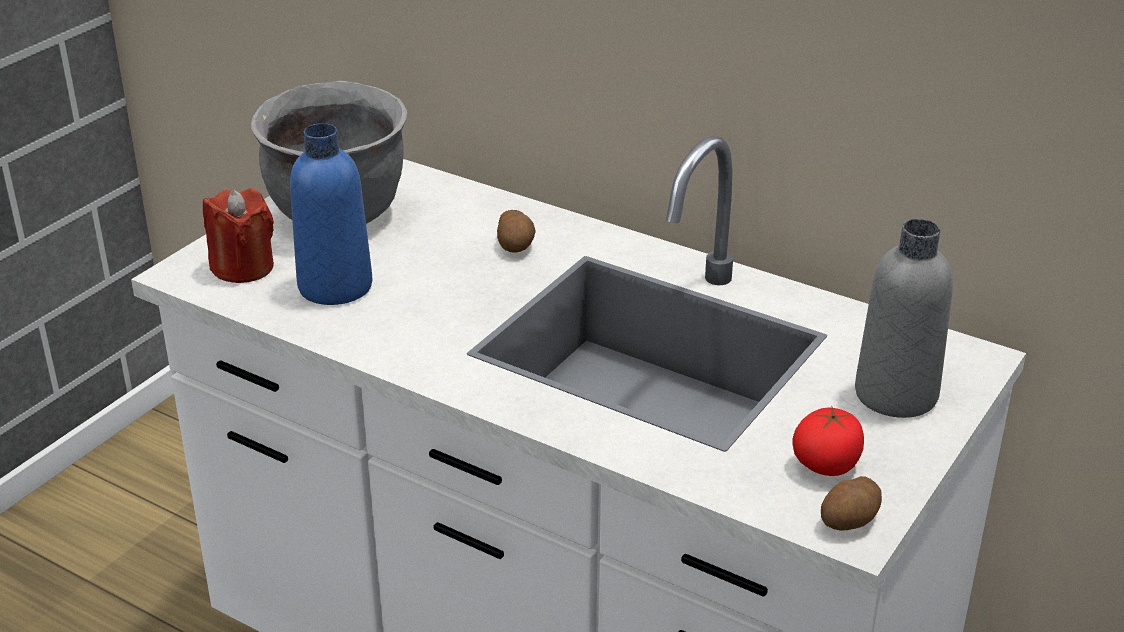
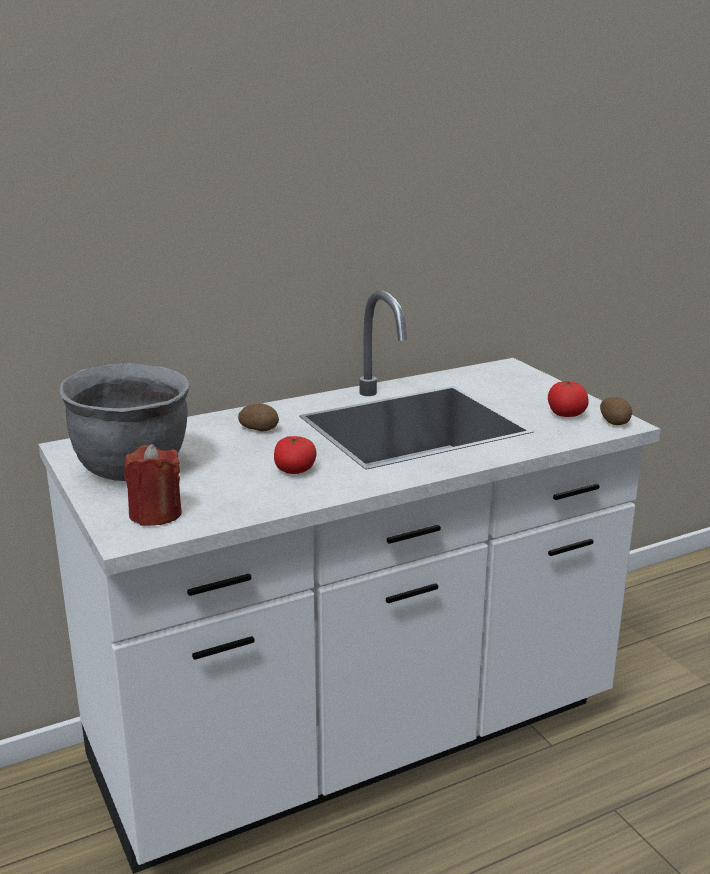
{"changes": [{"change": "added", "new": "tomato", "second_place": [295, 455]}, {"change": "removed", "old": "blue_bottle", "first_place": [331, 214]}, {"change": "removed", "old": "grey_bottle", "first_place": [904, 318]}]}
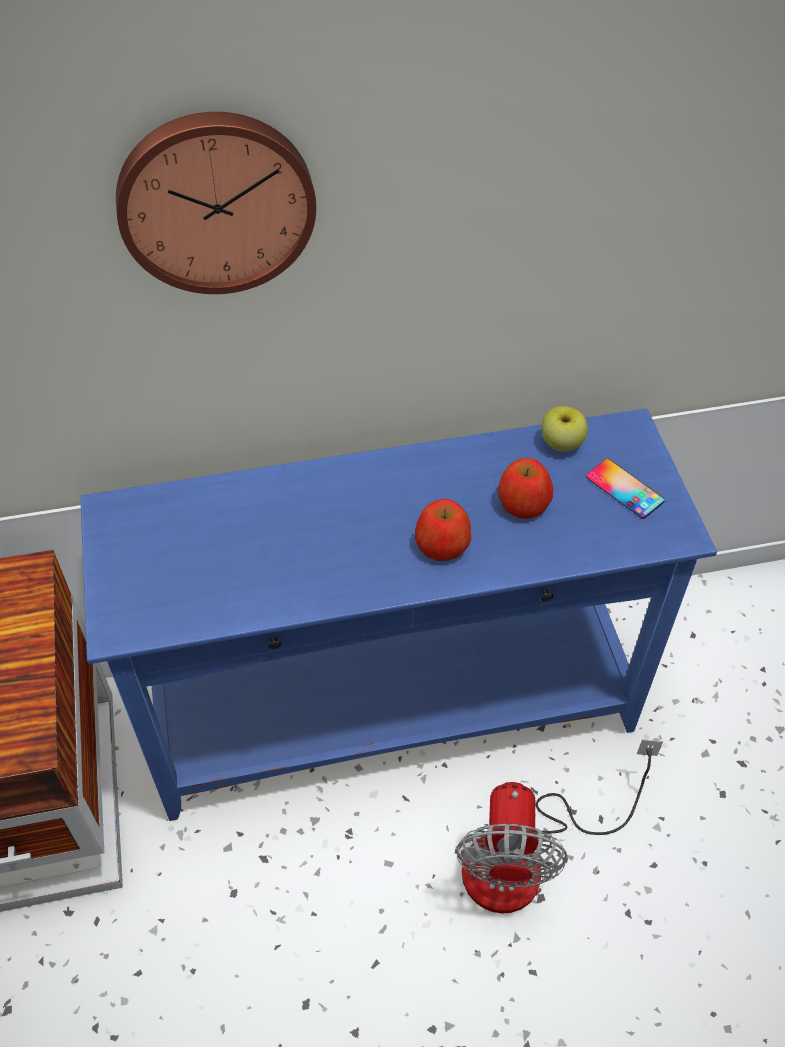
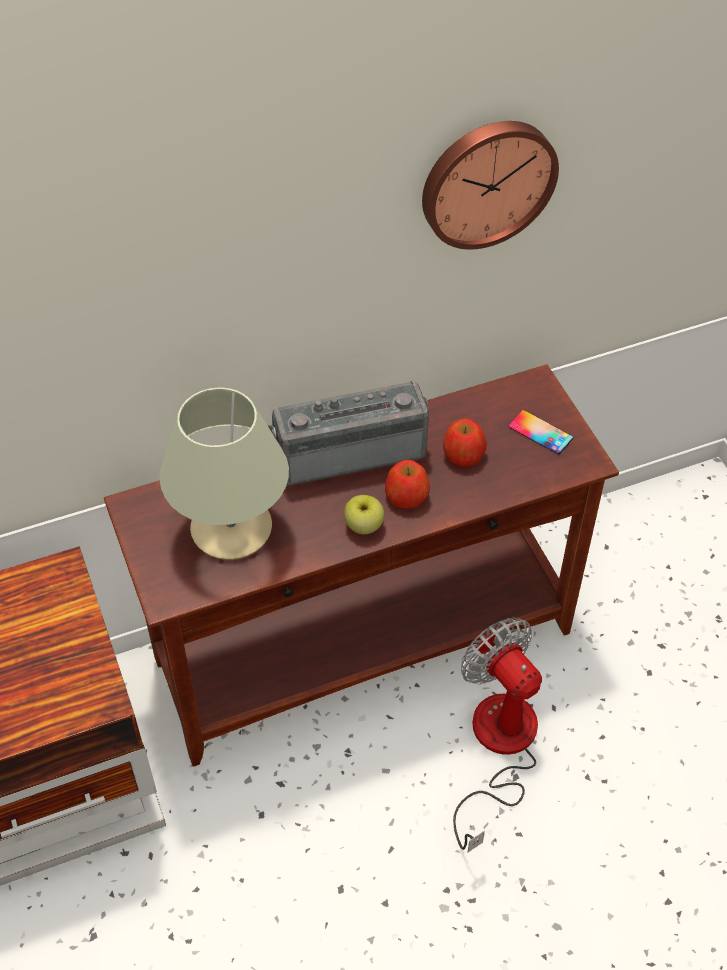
{"changes": [{"change": "recoloured", "old": "blue_console_table", "new": "brown_console_table", "first_place": [398, 614], "second_place": [361, 565]}, {"change": "added", "new": "beige_table_lamp", "second_place": [224, 474]}, {"change": "added", "new": "radio", "second_place": [348, 433]}, {"change": "moved", "old": "apple", "first_place": [565, 429], "second_place": [364, 514]}, {"change": "moved", "old": "wall_clock", "first_place": [216, 203], "second_place": [490, 185]}, {"change": "turned", "old": "fan", "first_place": [559, 826], "second_place": [497, 735], "degrees": 150}]}
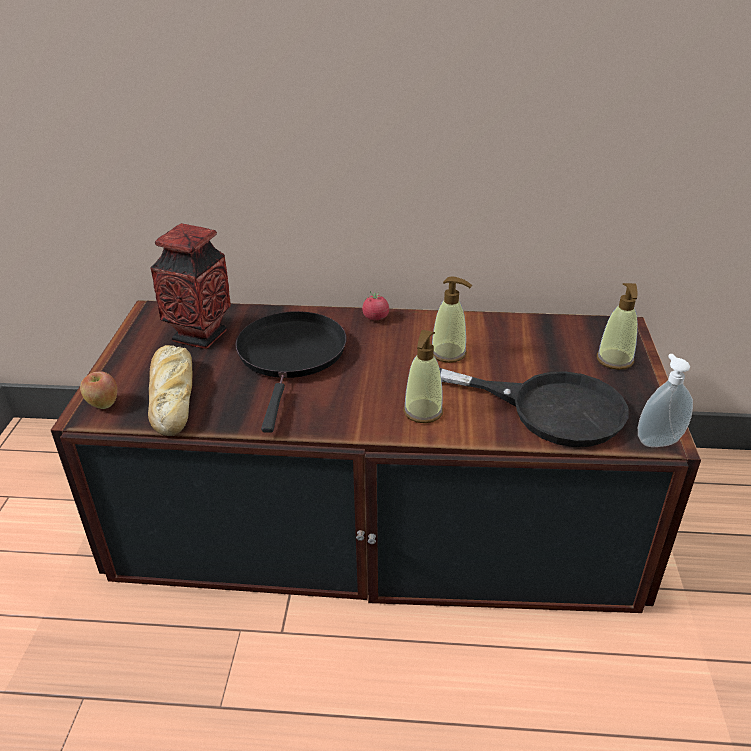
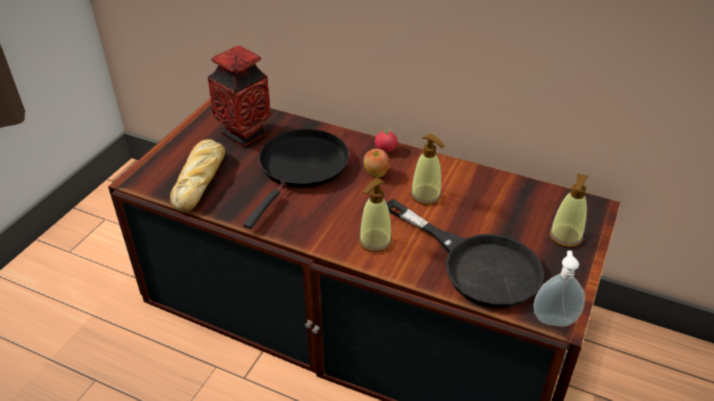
{"changes": [{"change": "moved", "old": "apple", "first_place": [98, 390], "second_place": [376, 163]}]}
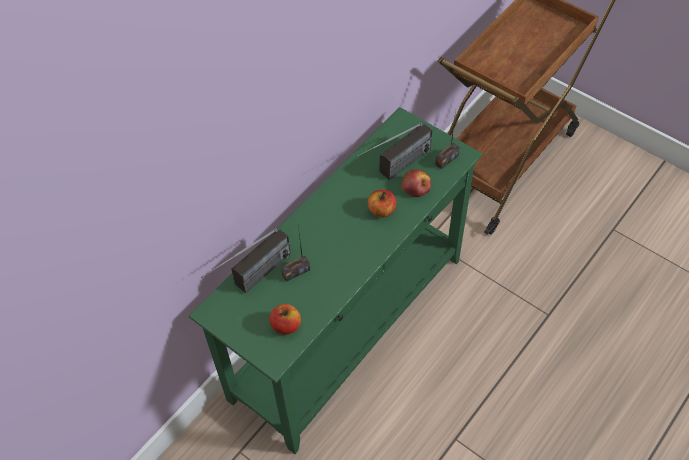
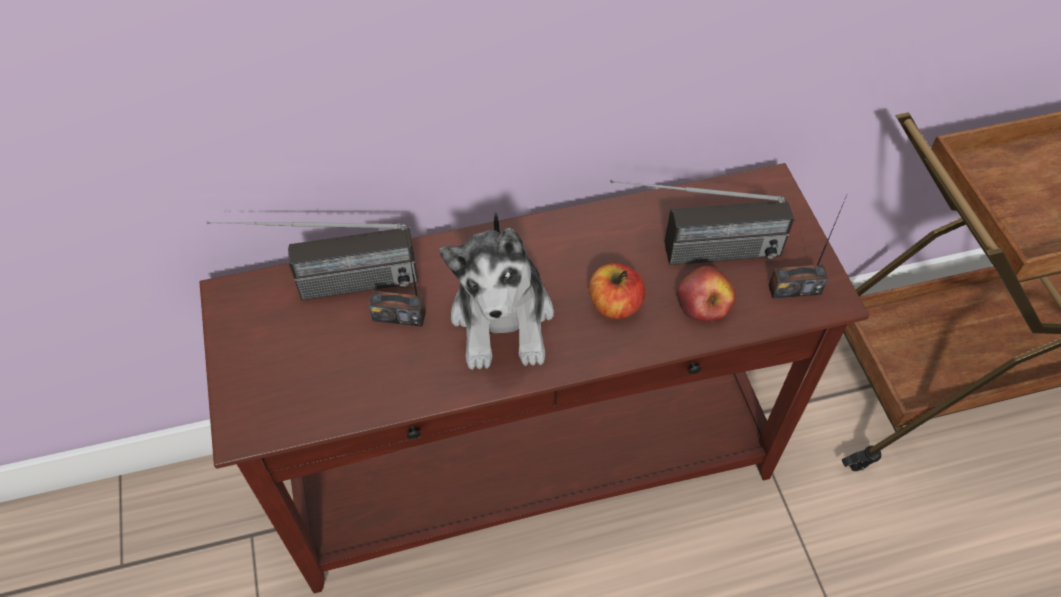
{"changes": [{"change": "recoloured", "old": "green_console_table", "new": "brown_console_table", "first_place": [335, 280], "second_place": [534, 378]}, {"change": "added", "new": "plush_toy", "second_place": [497, 291]}, {"change": "removed", "old": "apple", "first_place": [285, 319]}]}
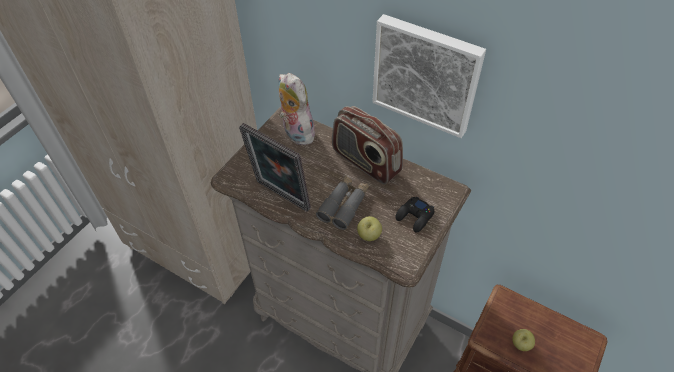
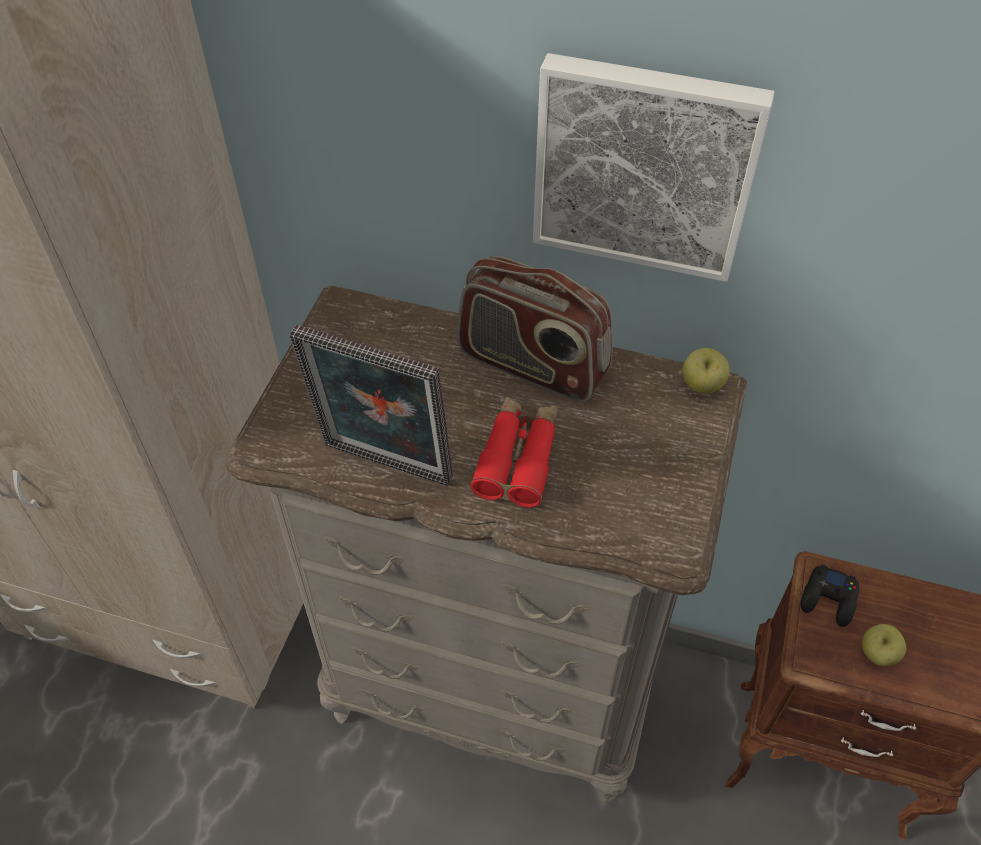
{"changes": [{"change": "recoloured", "old": "grey_binoculars", "new": "red_binoculars", "first_place": [342, 202], "second_place": [514, 452]}, {"change": "moved", "old": "apple", "first_place": [369, 228], "second_place": [706, 370]}, {"change": "moved", "old": "black_game_controller", "first_place": [414, 214], "second_place": [830, 595]}, {"change": "removed", "old": "plush_toy", "first_place": [297, 109]}]}
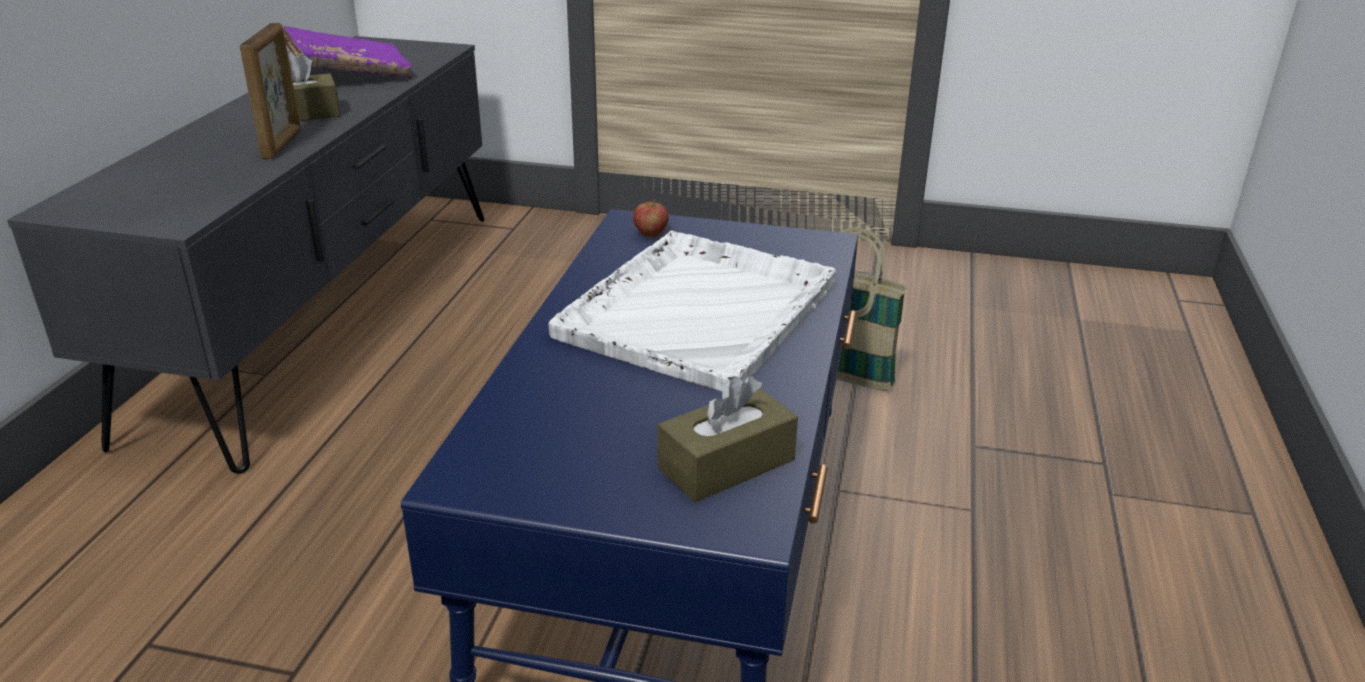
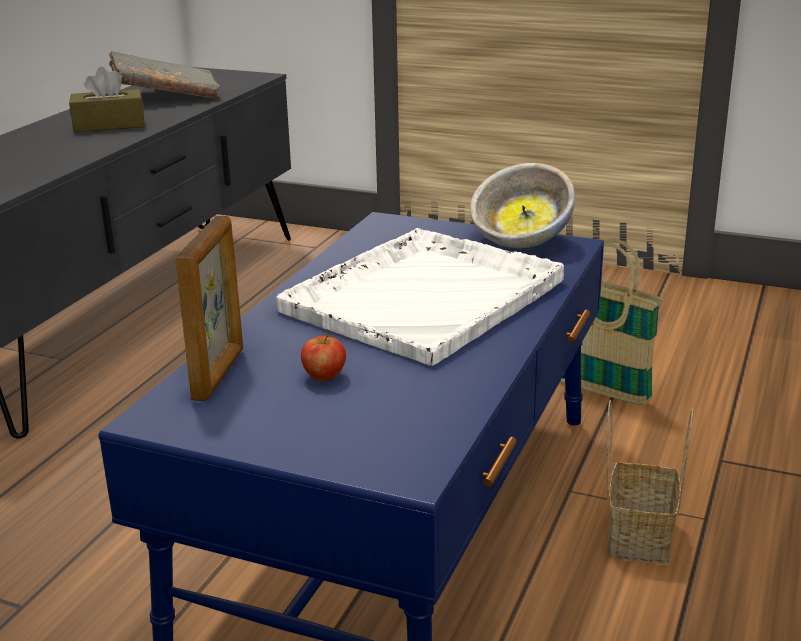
{"changes": [{"change": "recoloured", "old": "purple_book", "new": "grey_book", "first_place": [347, 52], "second_place": [164, 75]}, {"change": "moved", "old": "picture_frame", "first_place": [270, 91], "second_place": [209, 308]}, {"change": "moved", "old": "apple", "first_place": [651, 217], "second_place": [323, 356]}, {"change": "added", "new": "bowl", "second_place": [522, 205]}, {"change": "added", "new": "basket", "second_place": [650, 482]}, {"change": "removed", "old": "brown_tissue_box", "first_place": [728, 439]}]}
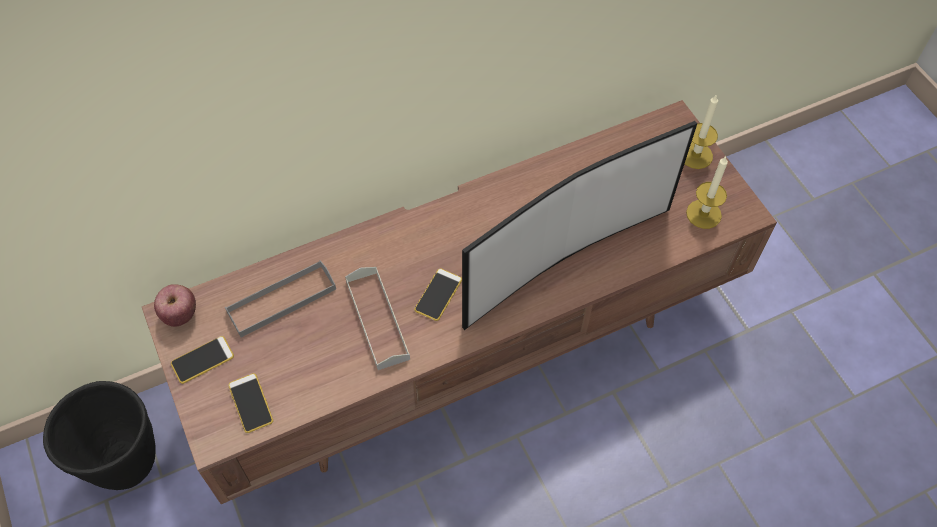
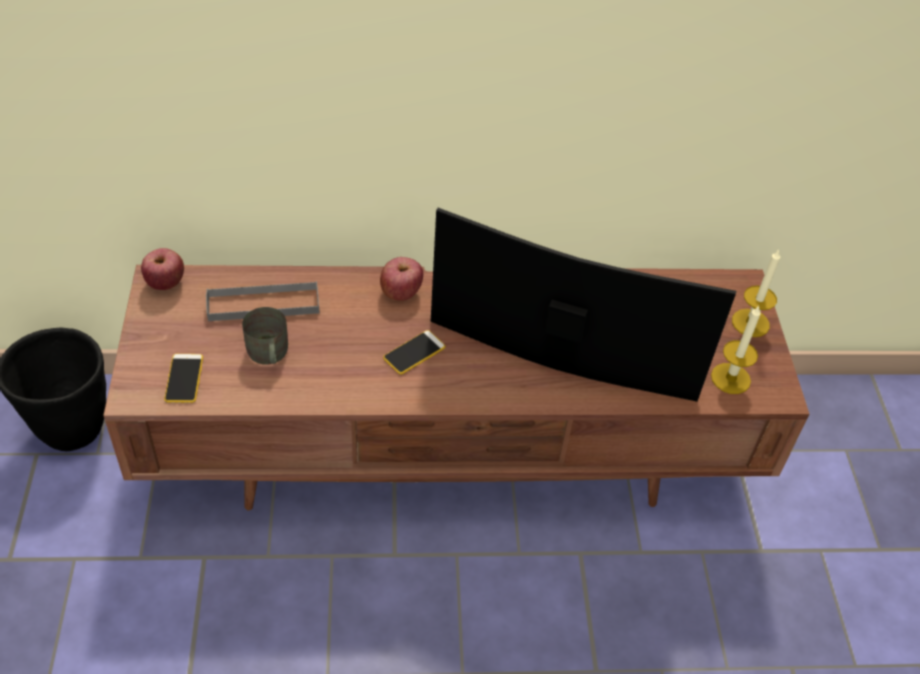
{"changes": [{"change": "added", "new": "grey_mug", "second_place": [265, 336]}, {"change": "added", "new": "apple", "second_place": [401, 279]}, {"change": "turned", "old": "television", "first_place": [579, 225], "second_place": [583, 305], "degrees": -150}, {"change": "removed", "old": "phone", "first_place": [202, 360]}, {"change": "removed", "old": "grey_tray", "first_place": [377, 318]}]}
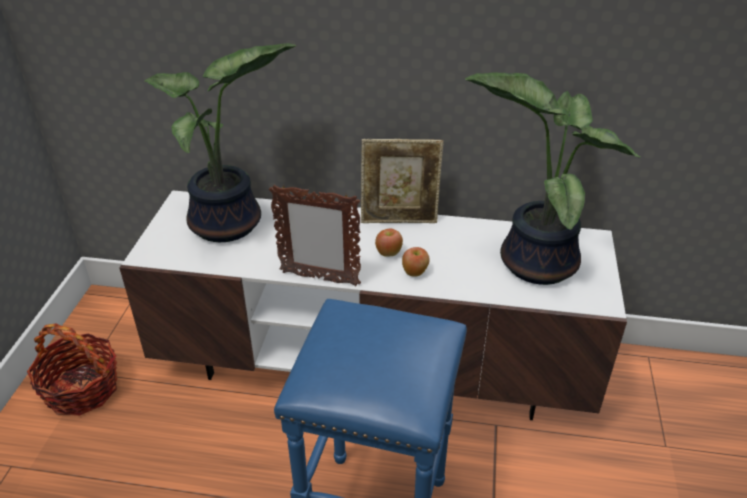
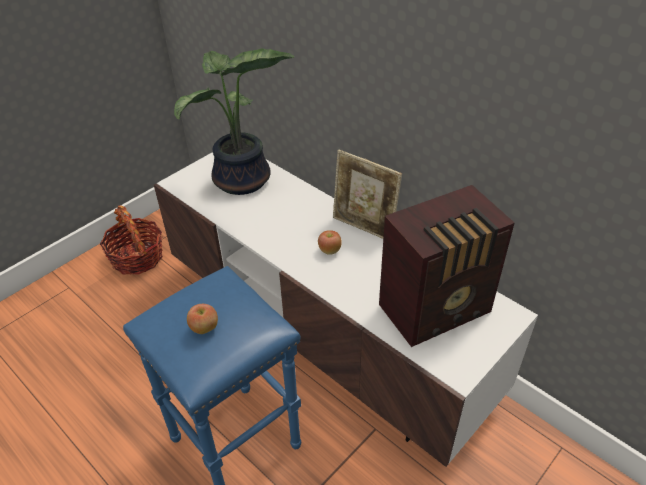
{"changes": [{"change": "moved", "old": "apple", "first_place": [416, 262], "second_place": [202, 319]}, {"change": "replaced", "old": "potted_plant", "new": "radio", "first_place": [553, 179], "second_place": [447, 266]}, {"change": "removed", "old": "picture_frame", "first_place": [315, 235]}]}
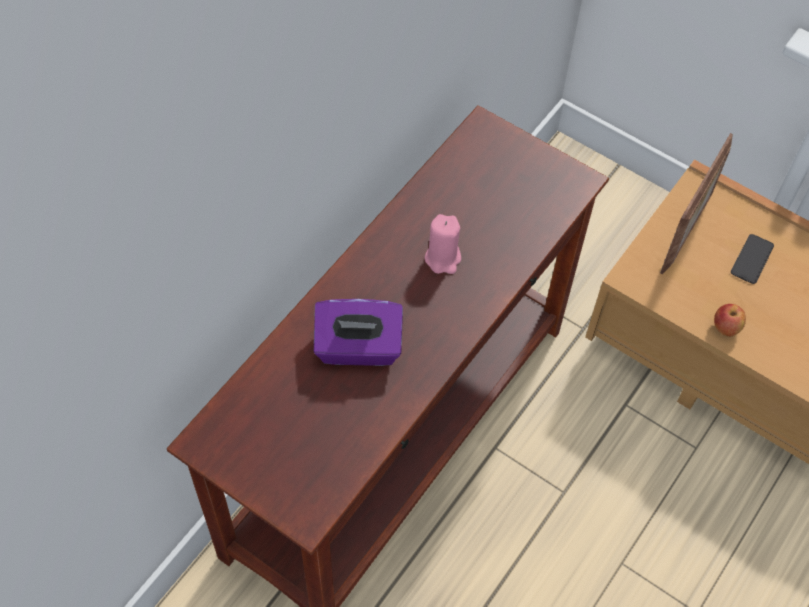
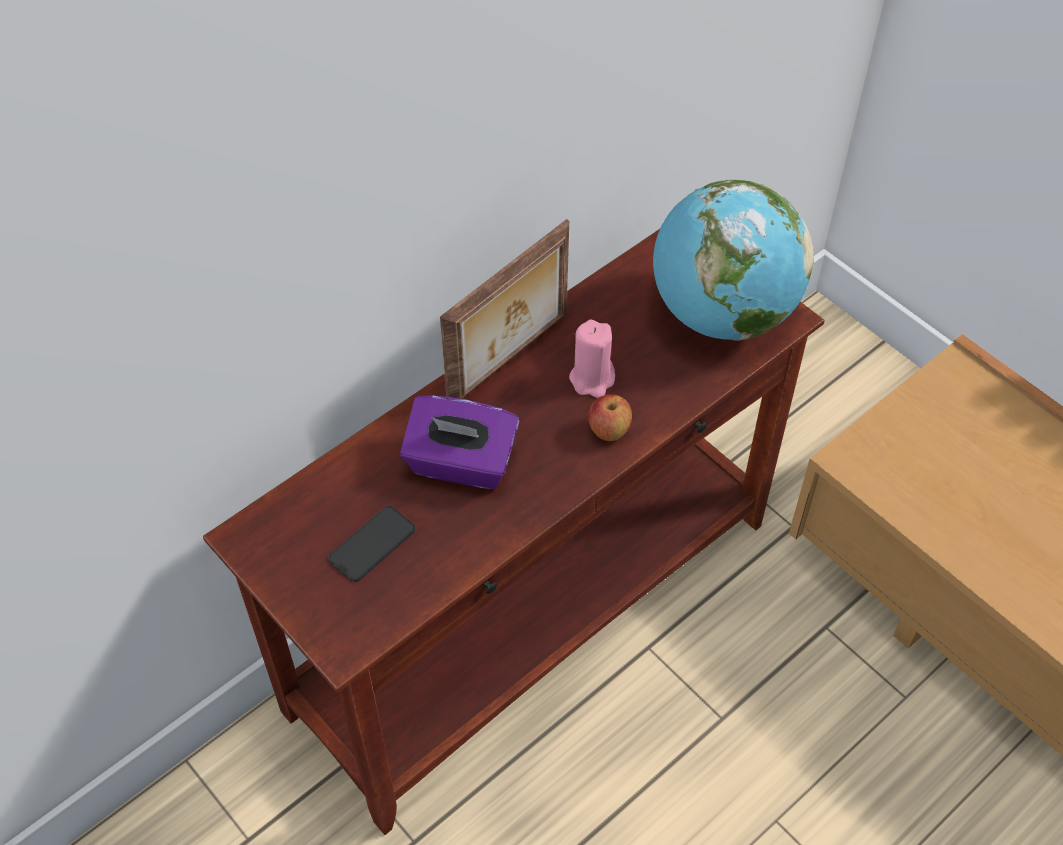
{"changes": [{"change": "moved", "old": "phone", "first_place": [752, 259], "second_place": [371, 544]}, {"change": "moved", "old": "picture_frame", "first_place": [696, 203], "second_place": [504, 309]}, {"change": "moved", "old": "apple", "first_place": [730, 320], "second_place": [610, 417]}, {"change": "added", "new": "globe", "second_place": [733, 260]}]}
